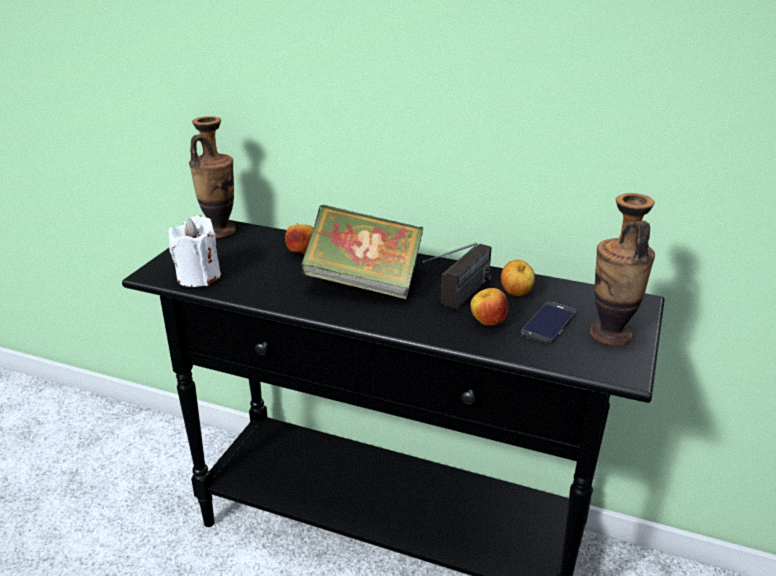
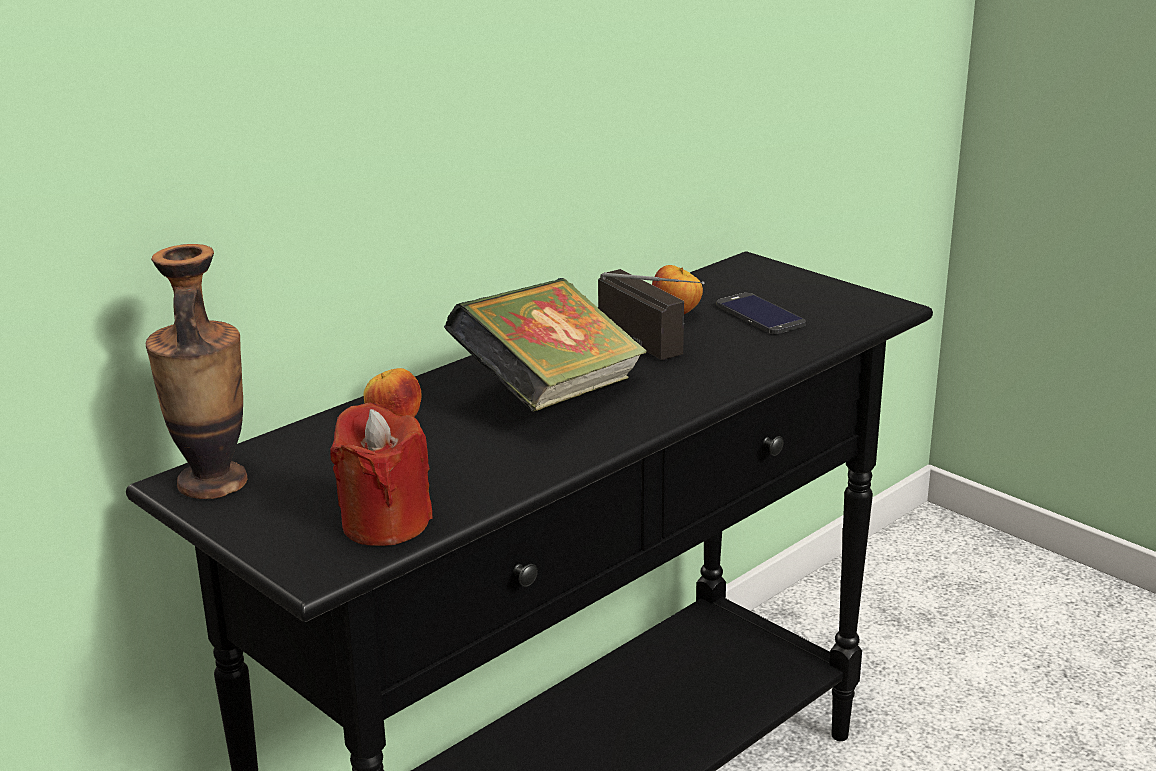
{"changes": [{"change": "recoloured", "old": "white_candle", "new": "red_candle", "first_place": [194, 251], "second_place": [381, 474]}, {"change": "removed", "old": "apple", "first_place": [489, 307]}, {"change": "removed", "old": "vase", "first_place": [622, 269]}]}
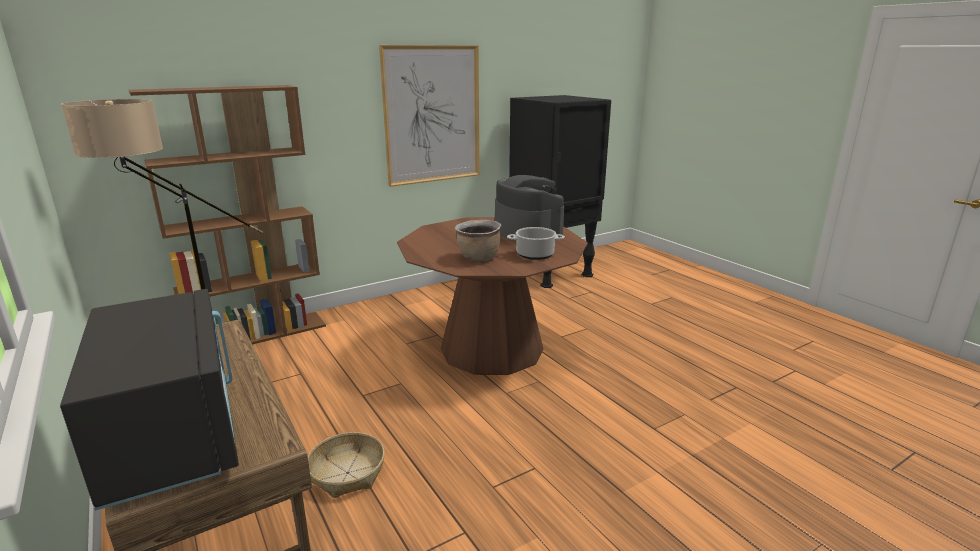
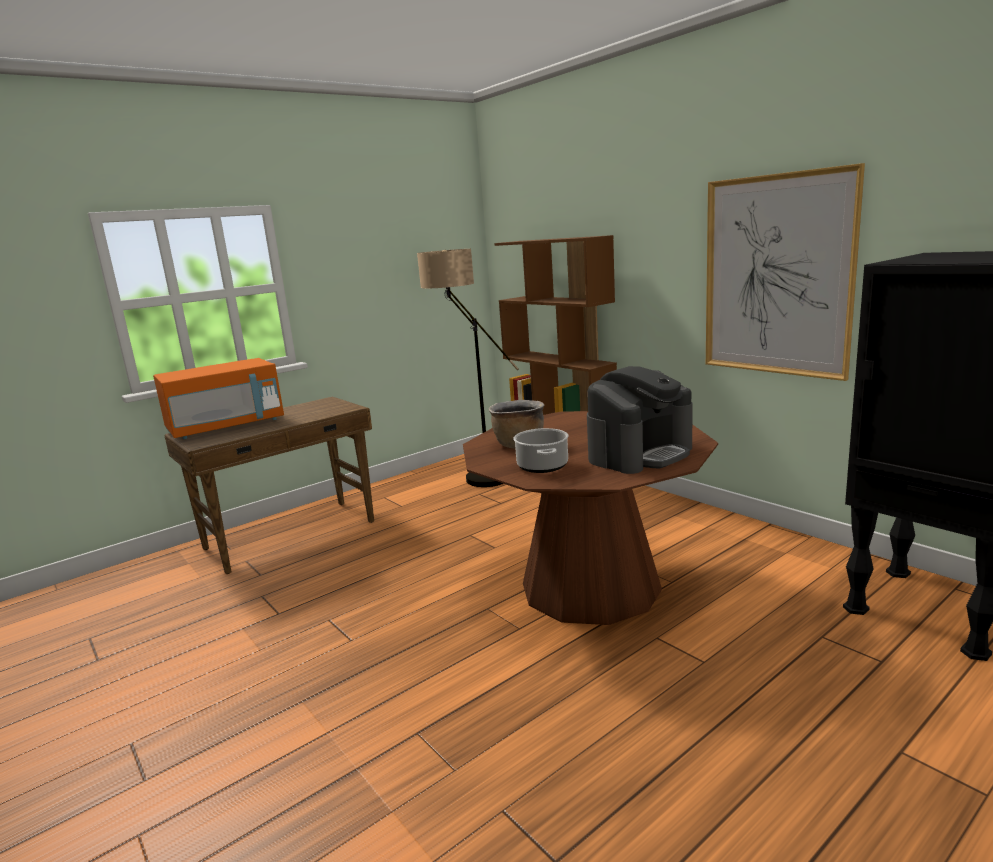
{"changes": [{"change": "recoloured", "old": "black_microwave", "new": "orange_microwave", "first_place": [149, 400], "second_place": [218, 398]}, {"change": "removed", "old": "basket", "first_place": [346, 465]}]}
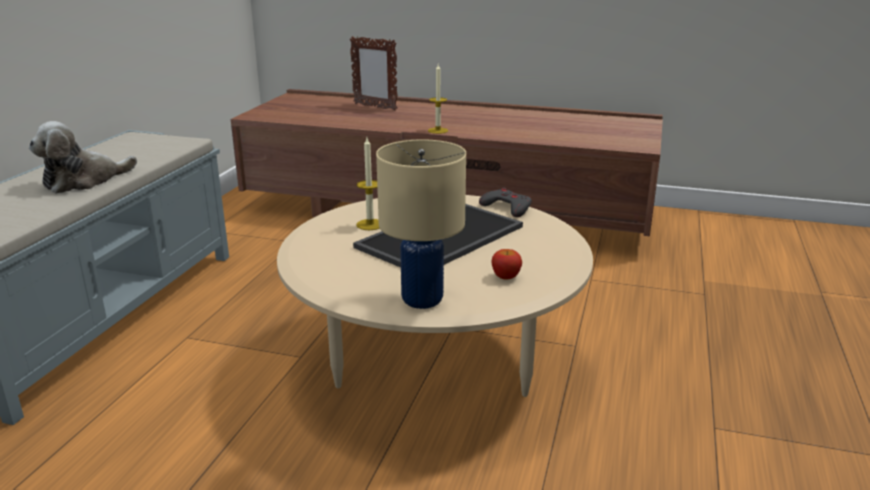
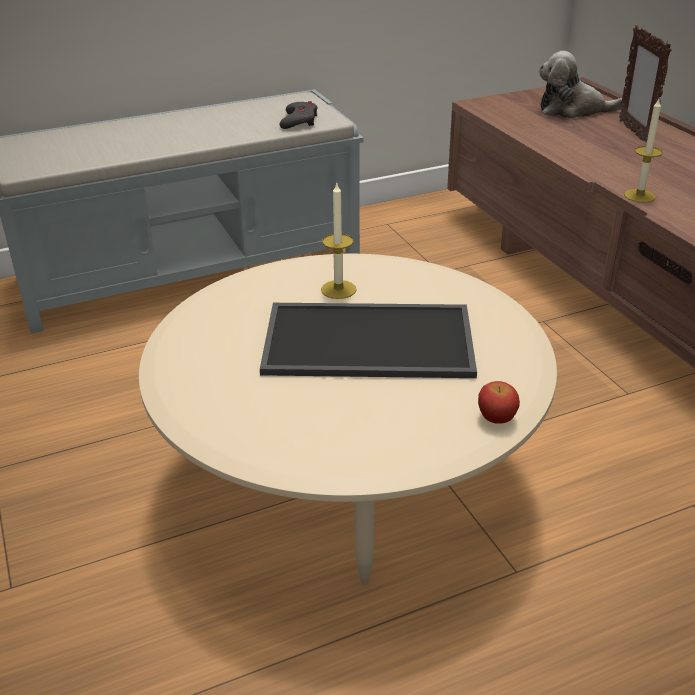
{"changes": [{"change": "moved", "old": "grey_game_controller", "first_place": [505, 202], "second_place": [298, 115]}, {"change": "moved", "old": "apple", "first_place": [507, 264], "second_place": [499, 402]}, {"change": "moved", "old": "plush_toy", "first_place": [83, 157], "second_place": [580, 85]}, {"change": "removed", "old": "beige_table_lamp", "first_place": [421, 224]}]}
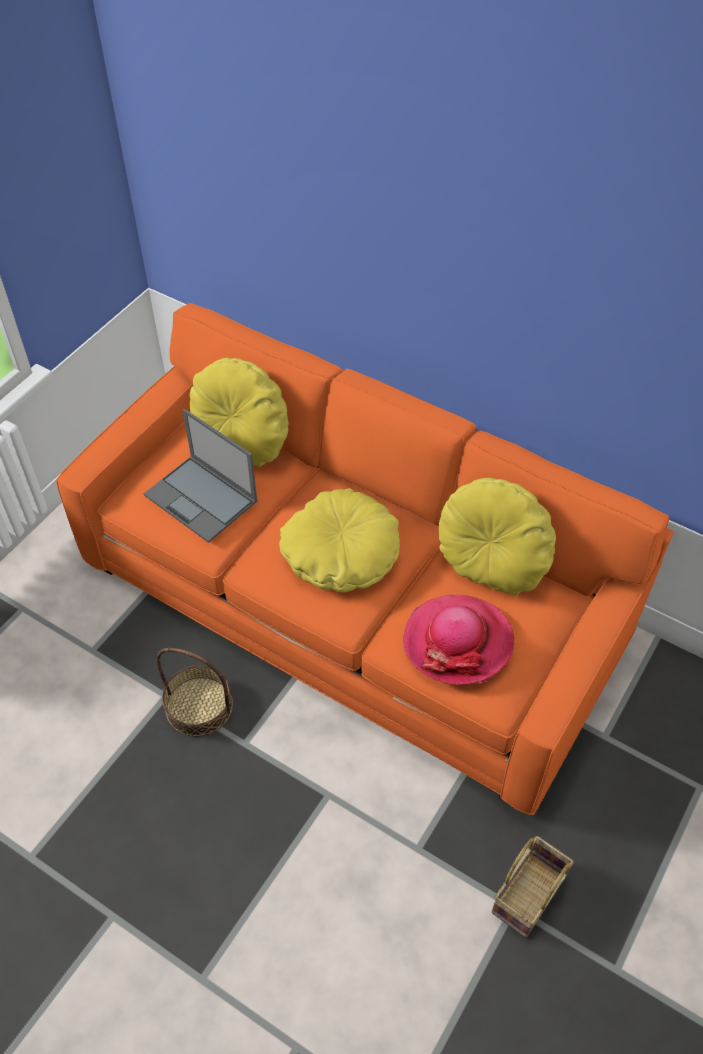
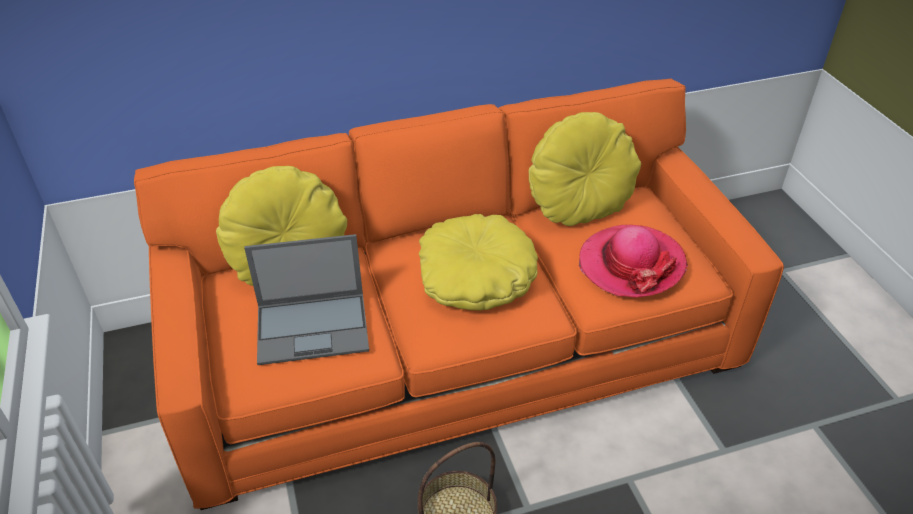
{"changes": [{"change": "removed", "old": "basket", "first_place": [532, 887]}]}
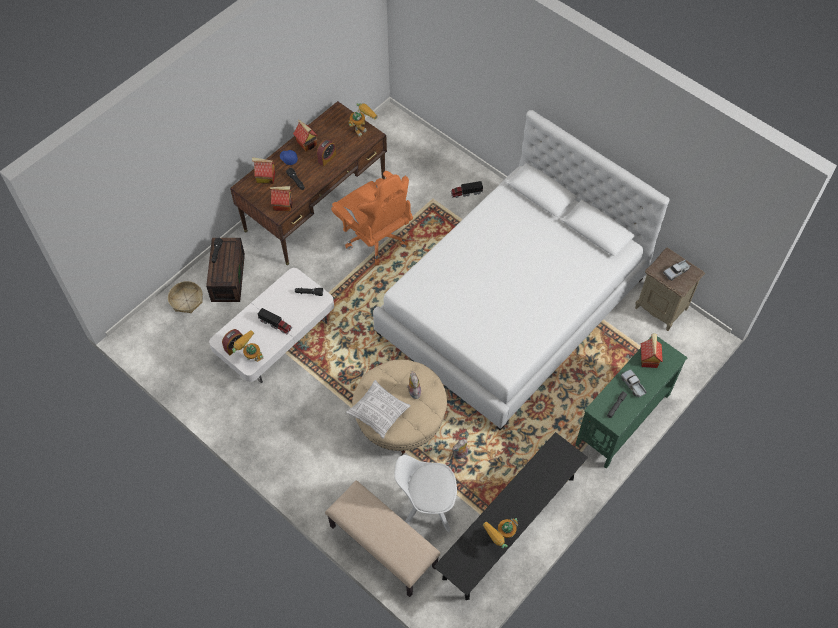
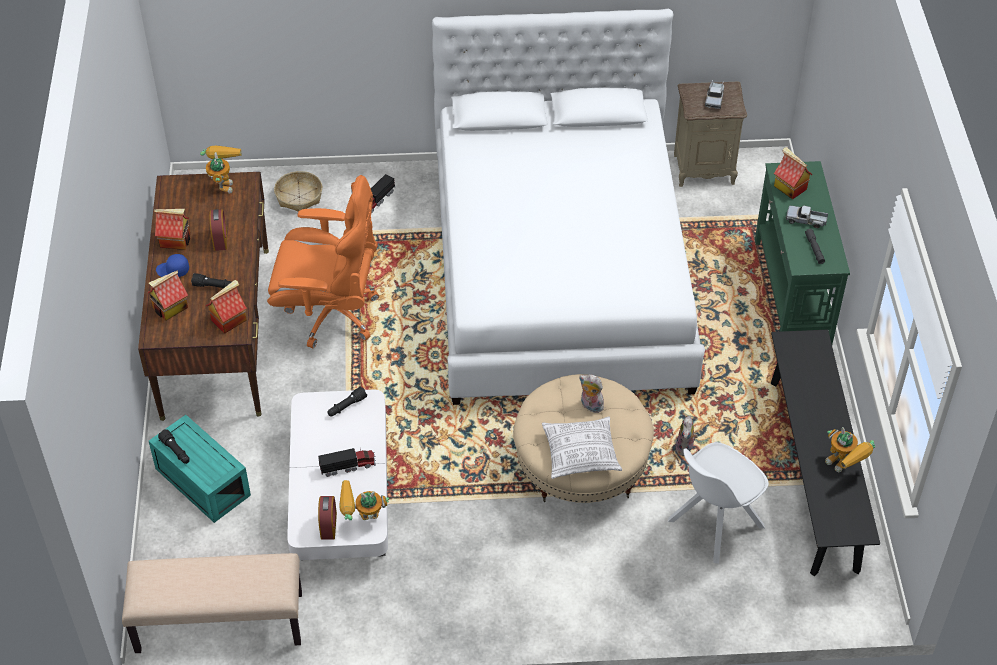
{"changes": [{"change": "moved", "old": "beige_bench", "first_place": [382, 538], "second_place": [212, 603]}, {"change": "recoloured", "old": "brown_storage_box", "new": "turquoise_storage_box", "first_place": [225, 270], "second_place": [200, 469]}, {"change": "moved", "old": "basket", "first_place": [185, 297], "second_place": [298, 191]}, {"change": "turned", "old": "toy_robot", "first_place": [500, 533], "second_place": [850, 450], "degrees": -45}]}
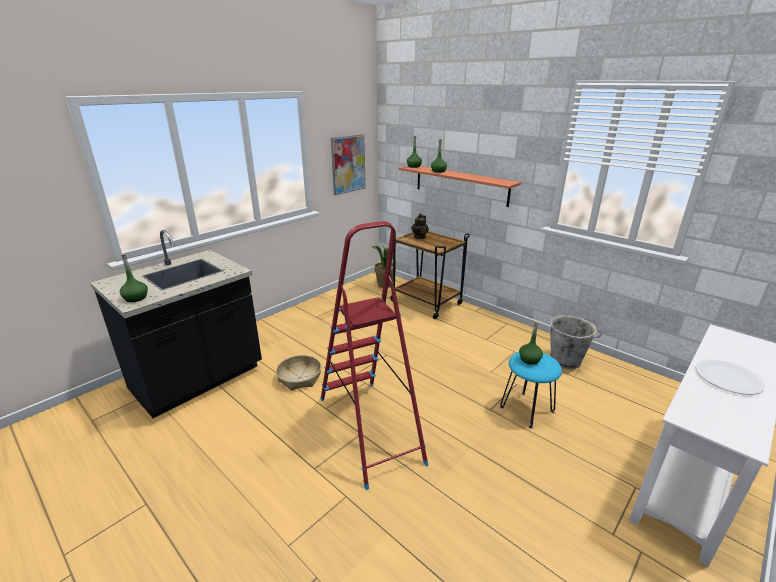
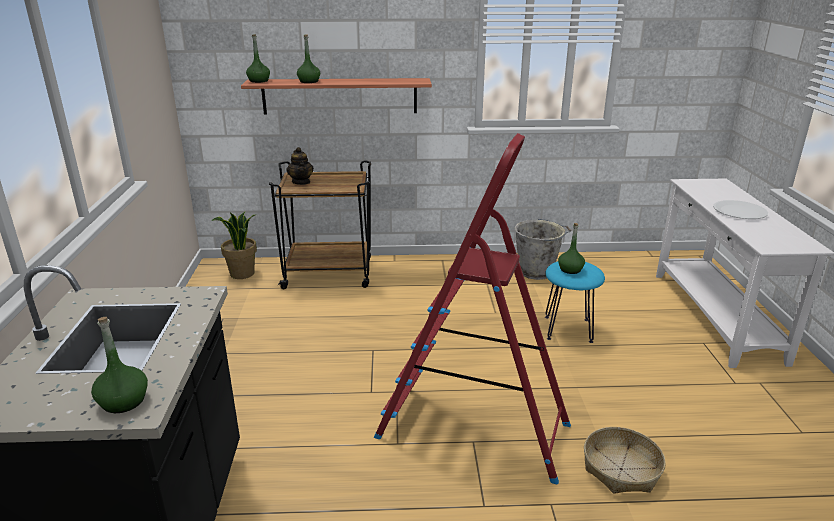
{"changes": [{"change": "moved", "old": "basket", "first_place": [298, 373], "second_place": [625, 460]}, {"change": "removed", "old": "picture", "first_place": [348, 164]}]}
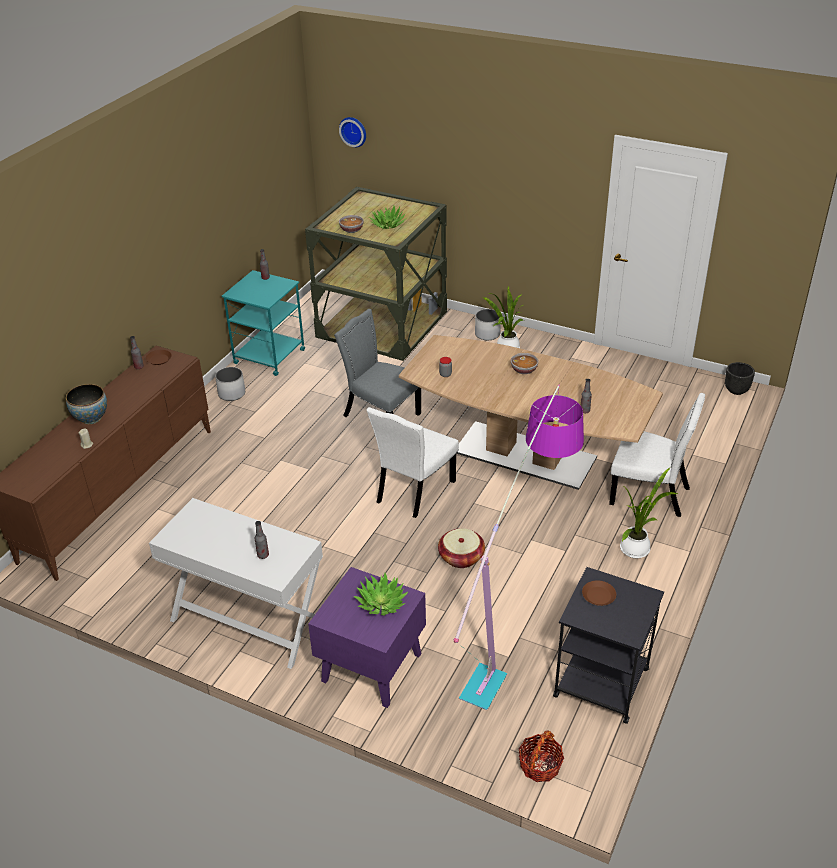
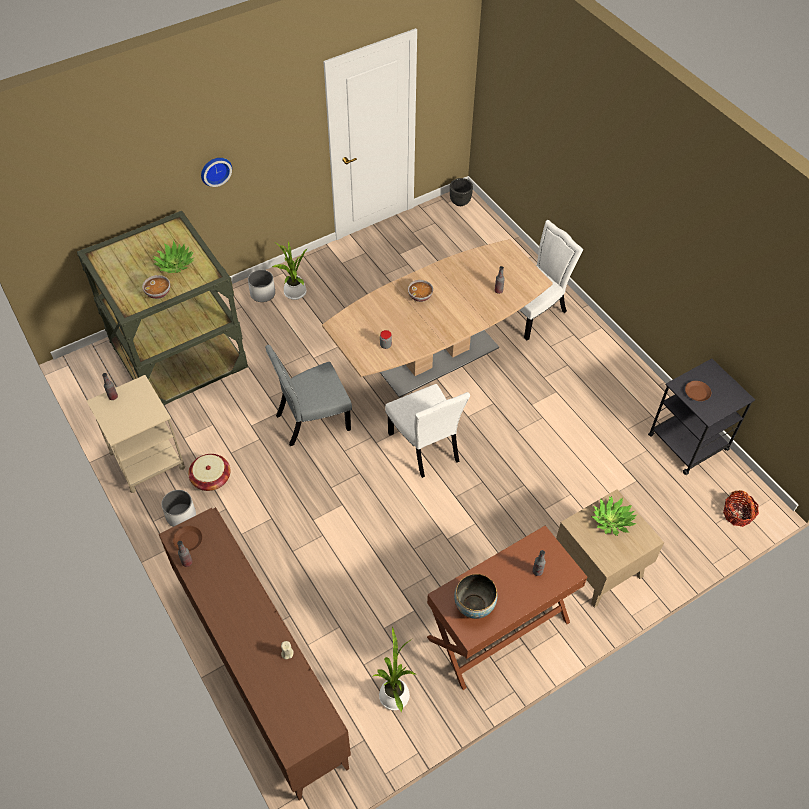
{"changes": [{"change": "recoloured", "old": "turquoise_cart", "new": "beige_cart", "first_place": [263, 323], "second_place": [136, 434]}, {"change": "moved", "old": "basket", "first_place": [461, 548], "second_place": [209, 472]}, {"change": "moved", "old": "wall_clock", "first_place": [352, 132], "second_place": [216, 172]}, {"change": "moved", "old": "potted_plant", "first_place": [649, 513], "second_place": [394, 670]}, {"change": "recoloured", "old": "white_console_table", "new": "brown_console_table", "first_place": [236, 583], "second_place": [507, 608]}, {"change": "moved", "old": "bowl", "first_place": [86, 404], "second_place": [475, 596]}, {"change": "recoloured", "old": "purple_nightstand", "new": "beige_nightstand", "first_place": [367, 637], "second_place": [610, 548]}, {"change": "removed", "old": "floor_lamp", "first_place": [519, 547]}]}
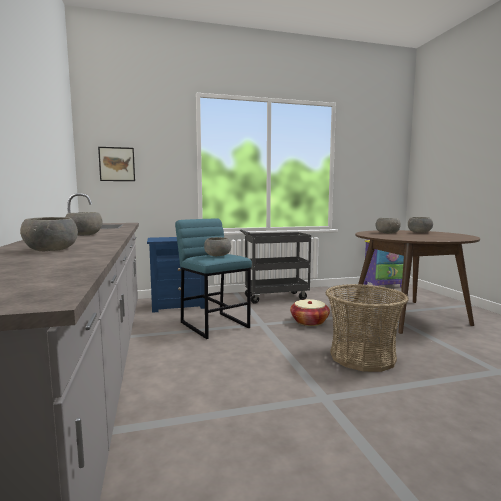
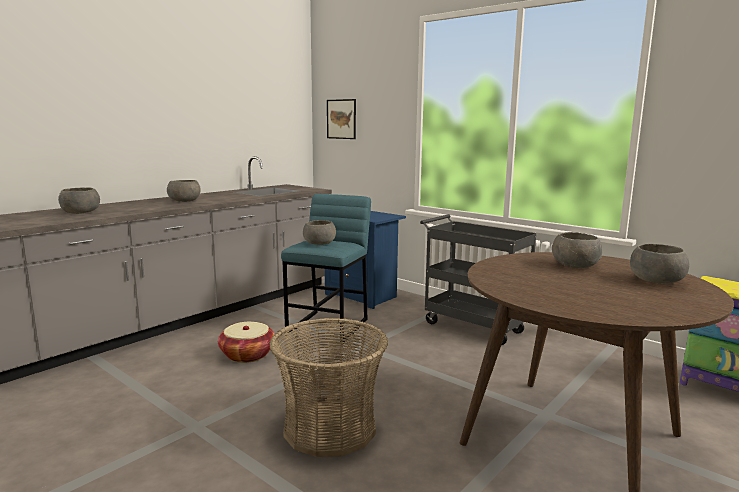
{"changes": [{"change": "moved", "old": "basket", "first_place": [310, 312], "second_place": [246, 342]}]}
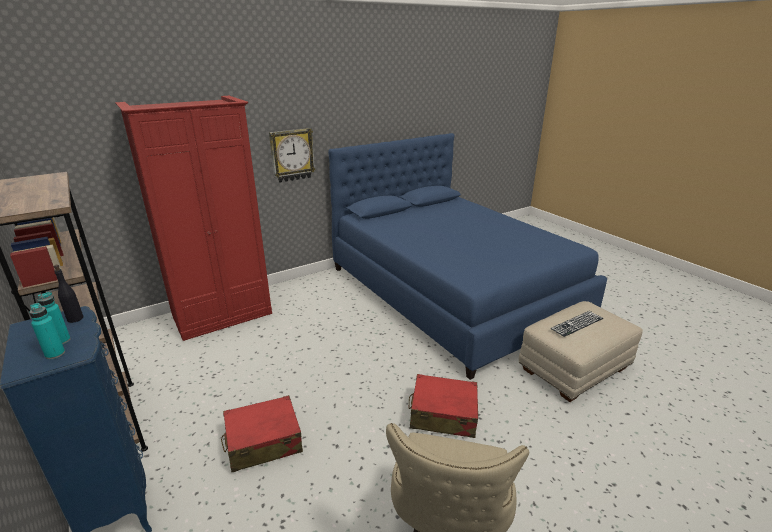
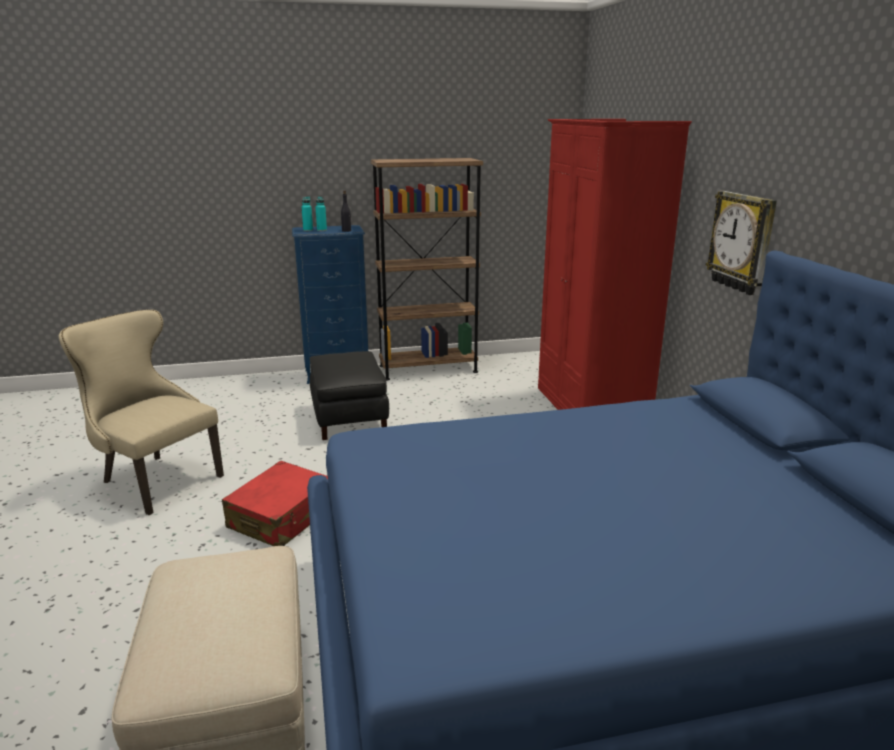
{"changes": [{"change": "replaced", "old": "red_suitcase", "new": "black_ottoman", "first_place": [262, 433], "second_place": [349, 395]}, {"change": "removed", "old": "keyboard", "first_place": [576, 324]}]}
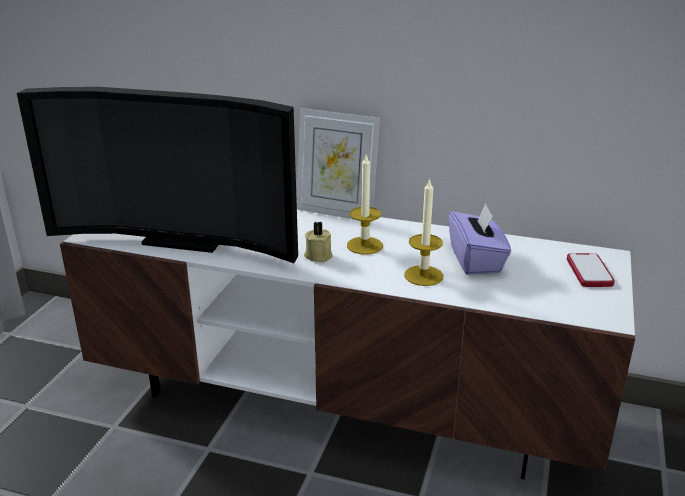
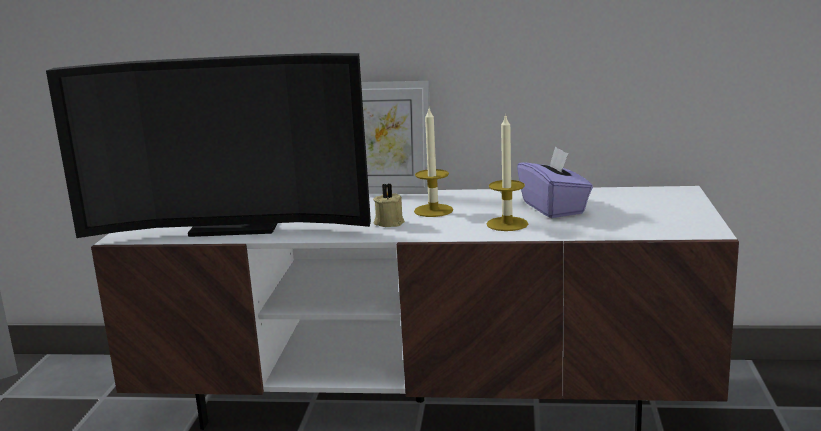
{"changes": [{"change": "removed", "old": "phone", "first_place": [591, 270]}]}
